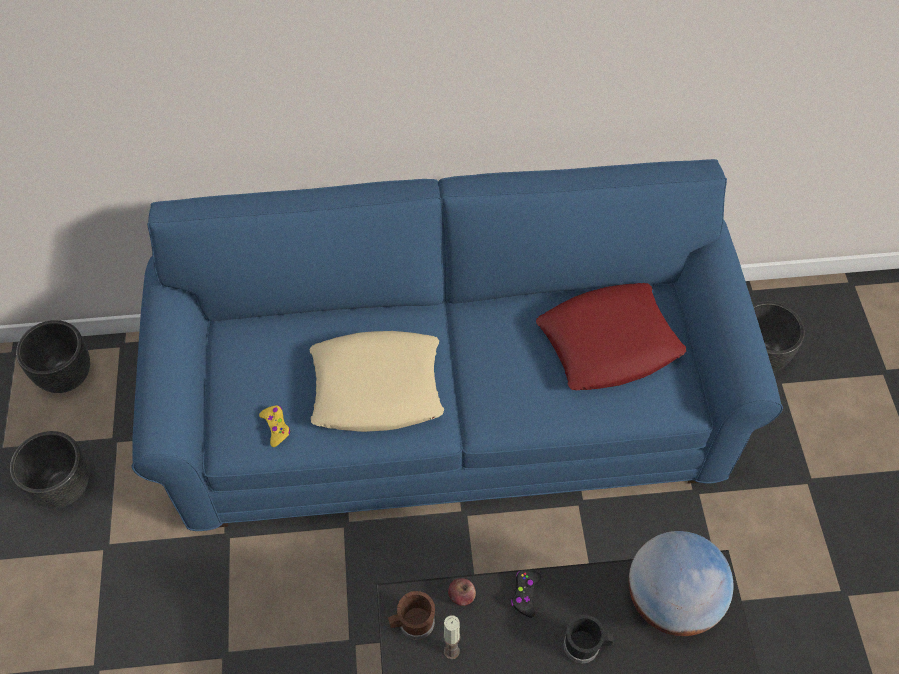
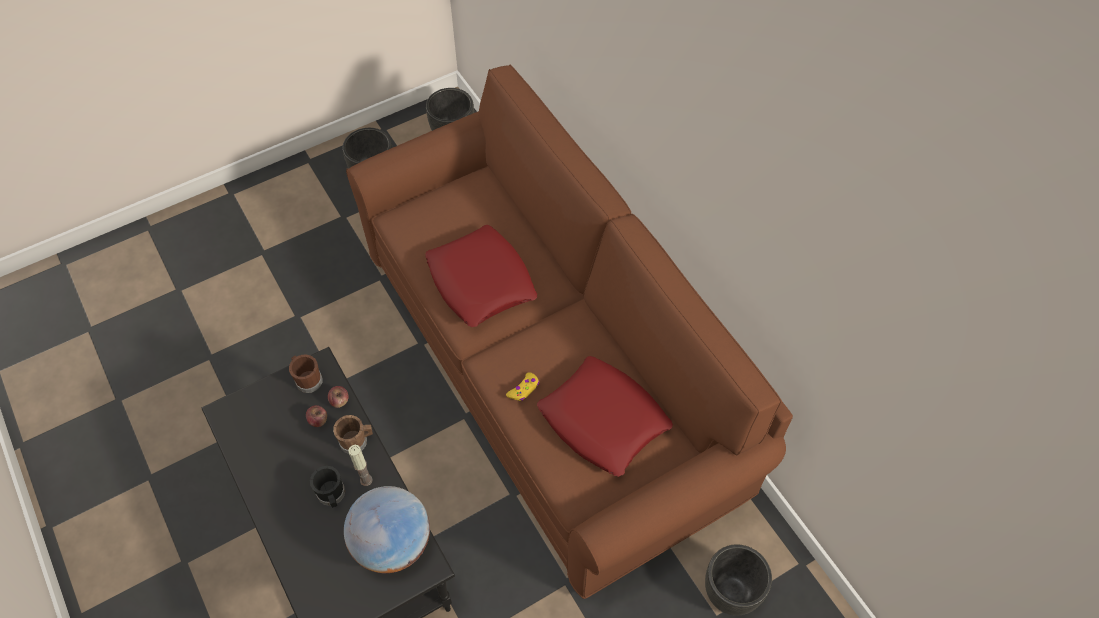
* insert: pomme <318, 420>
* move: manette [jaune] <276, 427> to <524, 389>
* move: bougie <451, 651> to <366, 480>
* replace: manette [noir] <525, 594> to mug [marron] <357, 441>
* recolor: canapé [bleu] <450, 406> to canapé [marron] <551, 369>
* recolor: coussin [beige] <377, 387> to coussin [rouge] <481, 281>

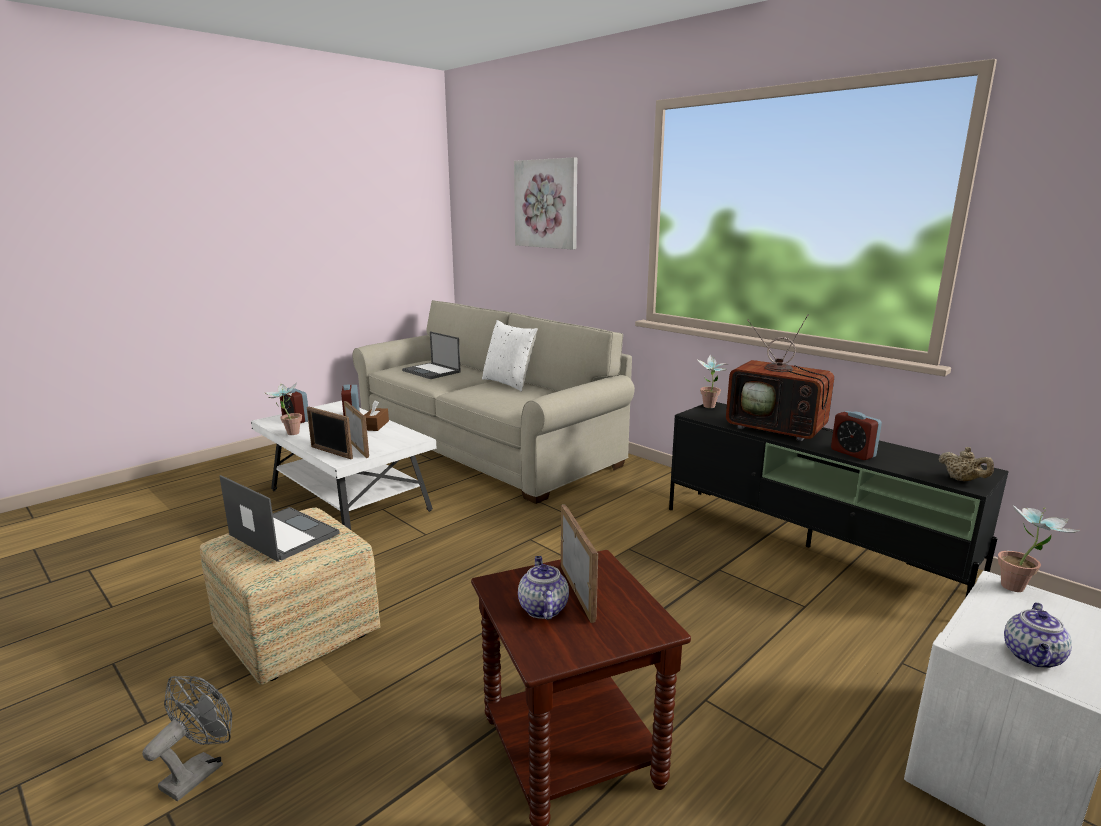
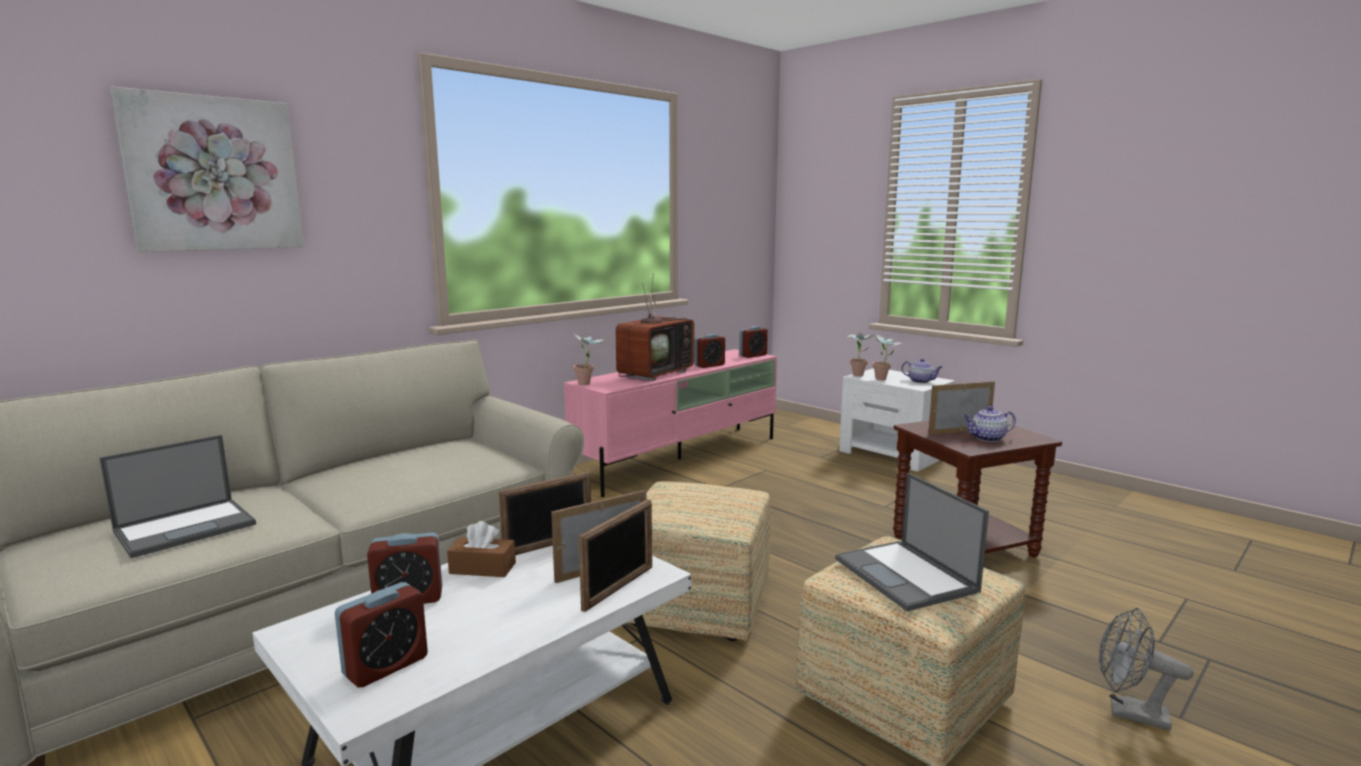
* delete: coussin [blanc] <509, 383>
* insert: cadre photo <549, 545>
* insert: pouf <697, 605>
* move: plante en pot <288, 434> to <883, 380>
* replace: théière [beige] <962, 480> to réveil <753, 355>
* recolor: meuble télé [noir] <809, 547> to meuble télé [rose] <681, 458>
* rotate: ordinateur portable <283, 534> = <906, 576> 60 degrees counterclockwise

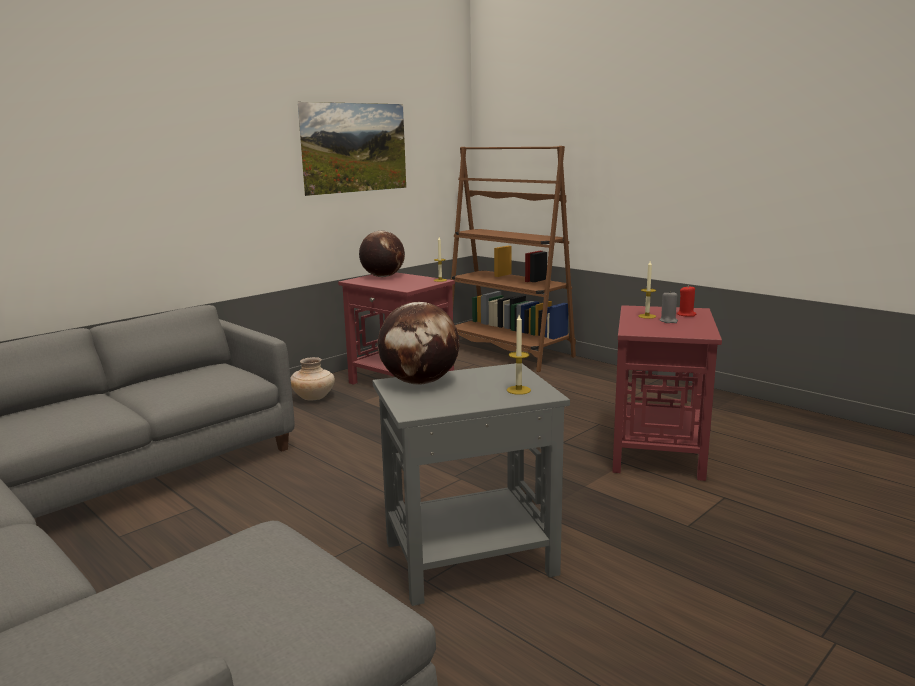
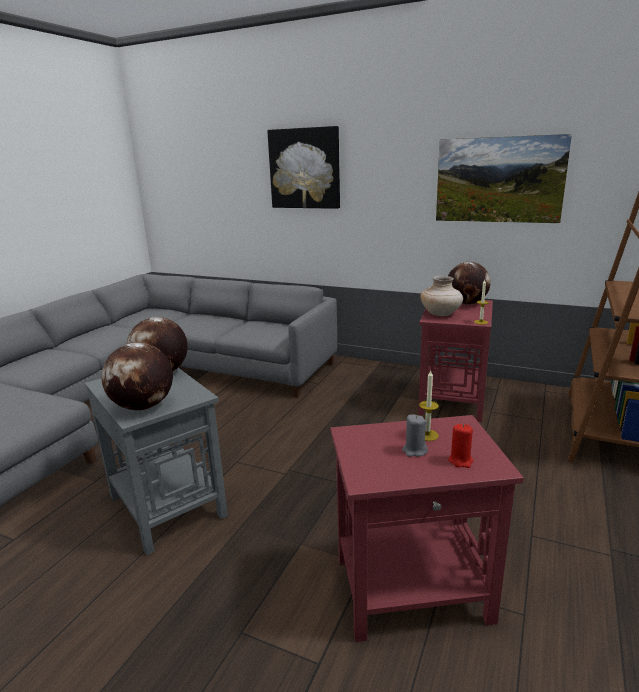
* insert: tableau <305, 168>
* move: vase [beige] <314, 398> to <441, 314>
* replace: bougie <518, 390> to globe <143, 406>

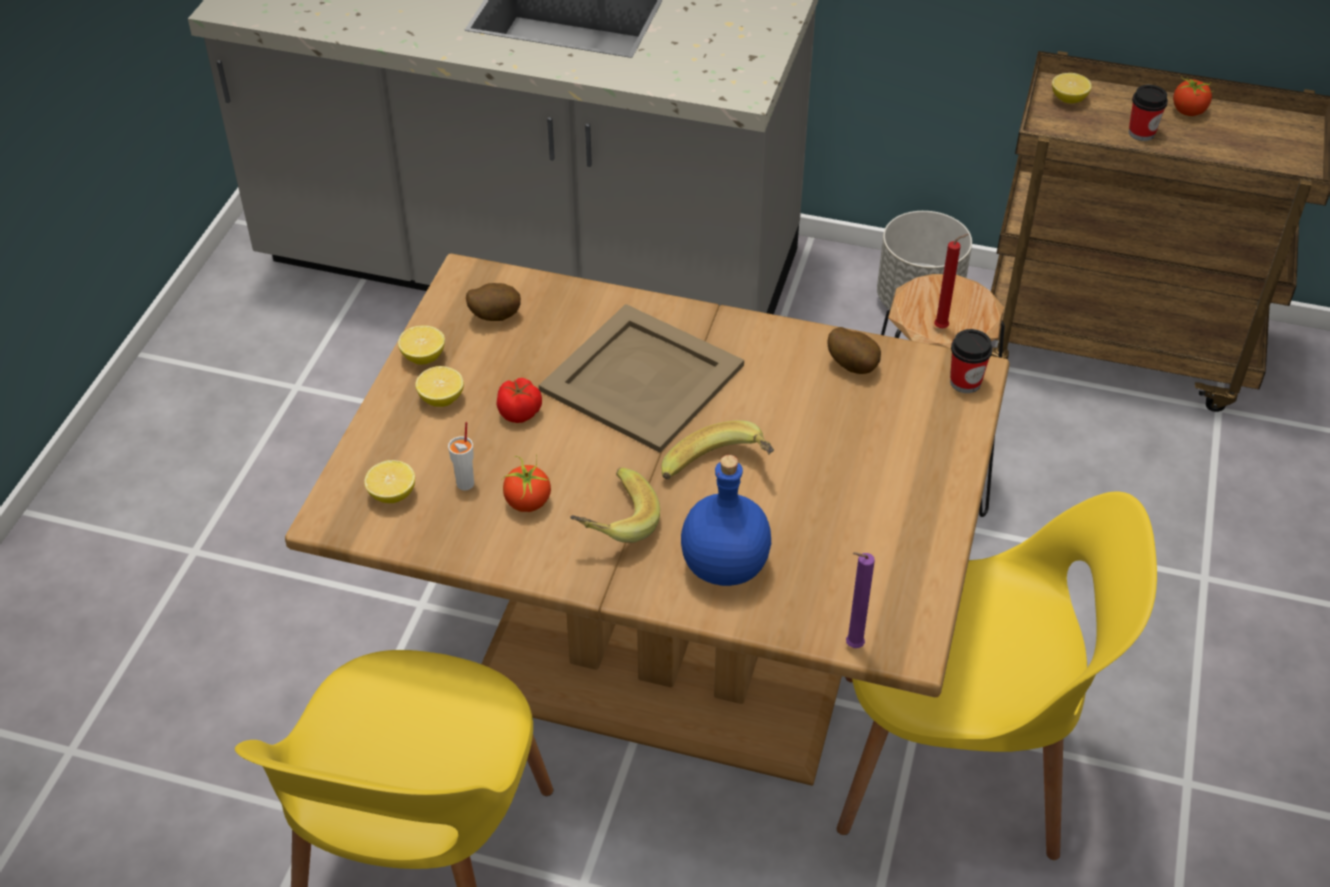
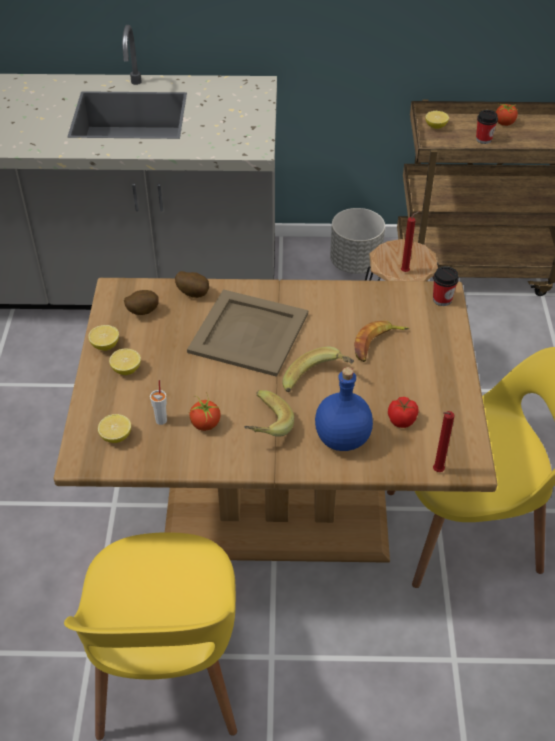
* insert: banane <377, 344>
* move: tomate <520, 413> to <402, 420>
* move: pomme de terre <853, 365> to <194, 293>
* recolor: bougie [violet] <851, 646> to bougie [rouge] <436, 471>

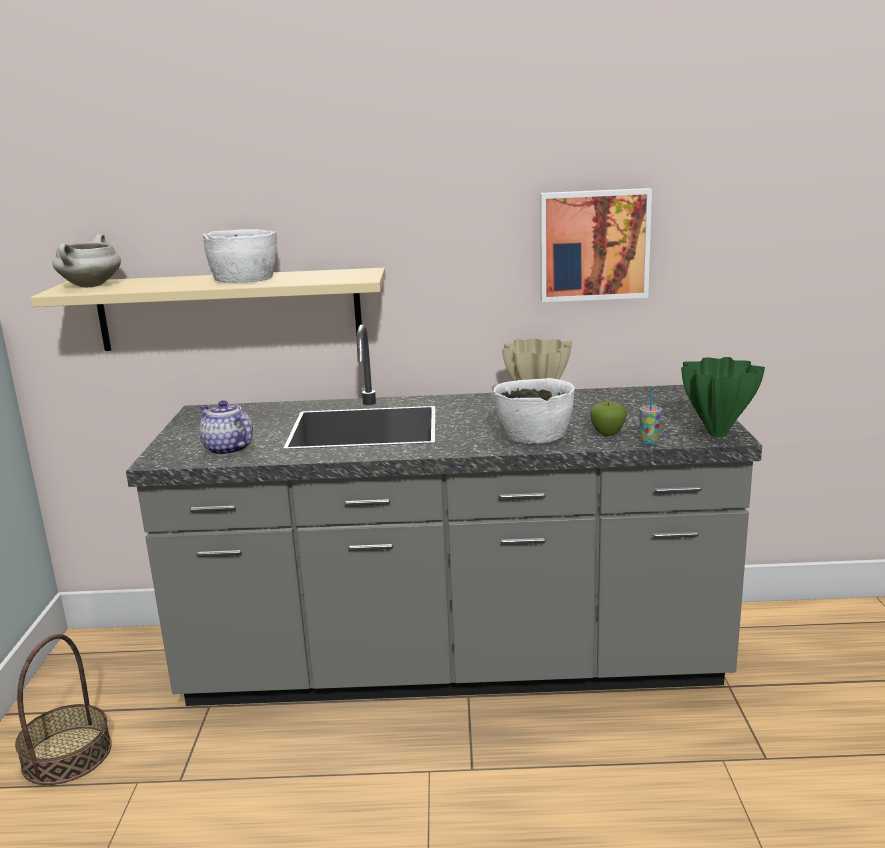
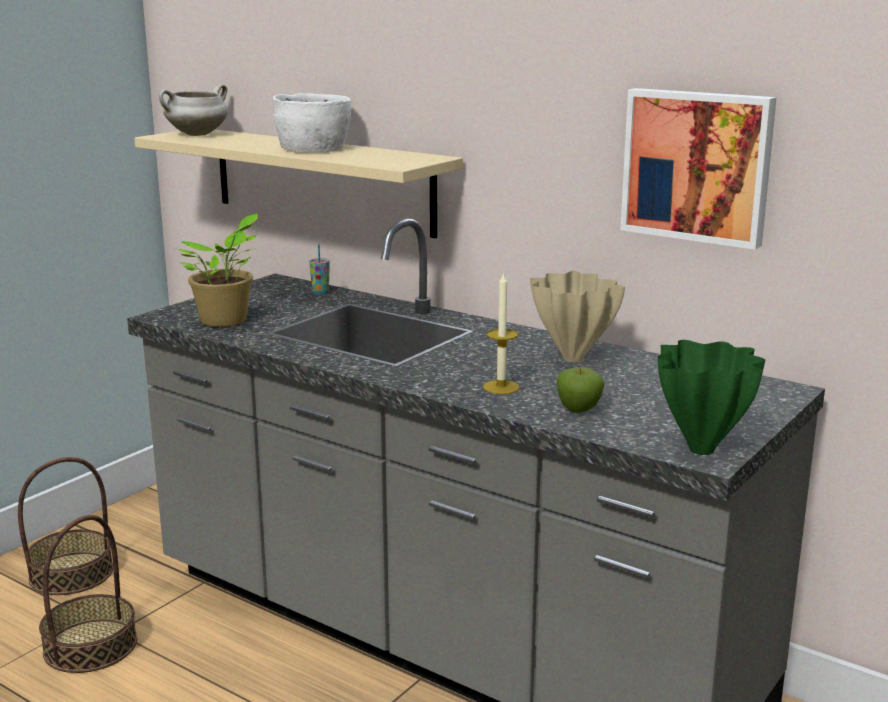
* insert: panier <90, 645>
* move: tasse <649, 442> to <320, 292>
* replace: théière <227, 449> to plante en pot <226, 321>
* replace: bol [blanc] <533, 434> to bougie <501, 387>

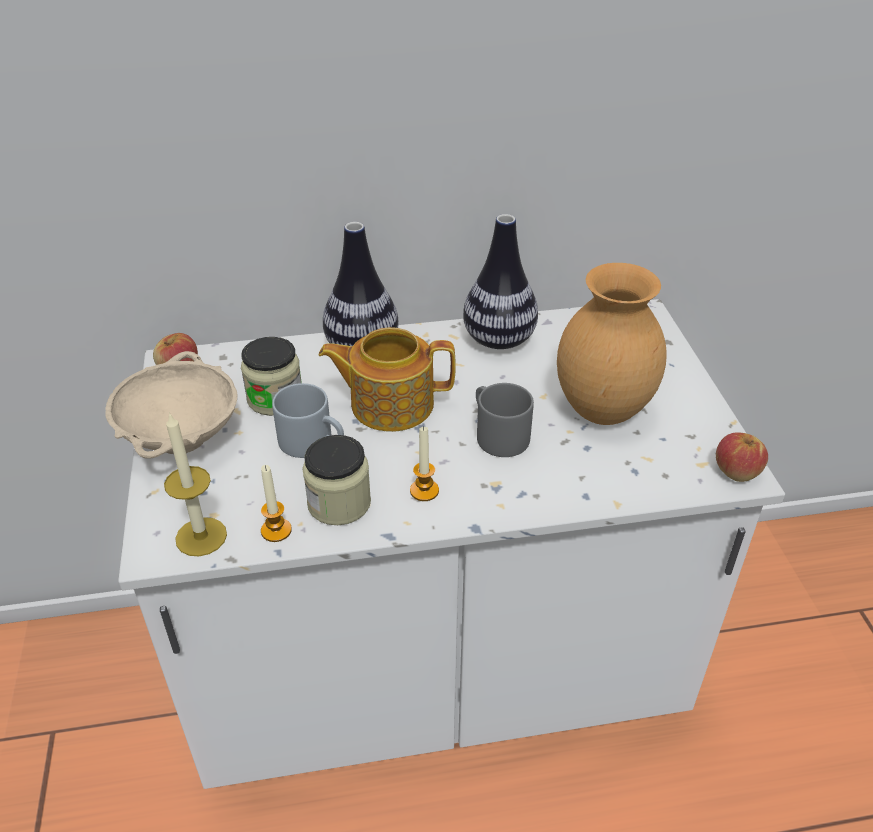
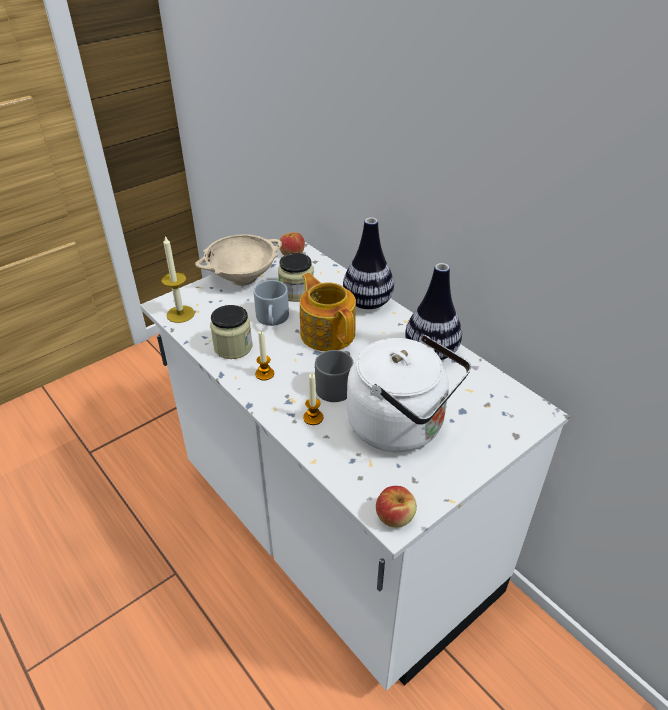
* move: bougie <276, 530> to <313, 418>
* replace: vase [marron] <604, 411> to bouilloire [blanc] <401, 426>

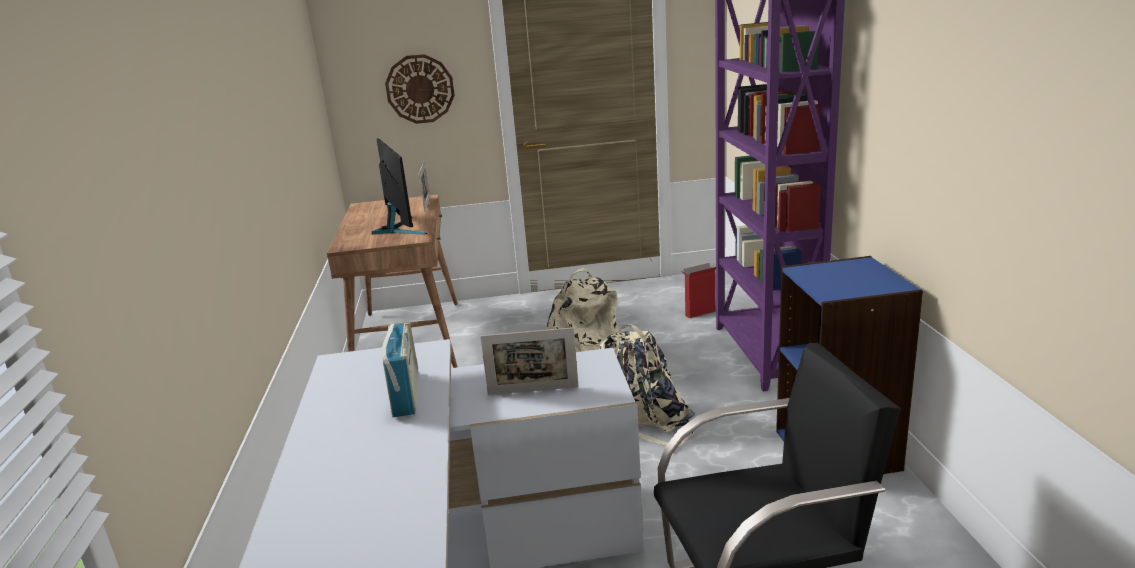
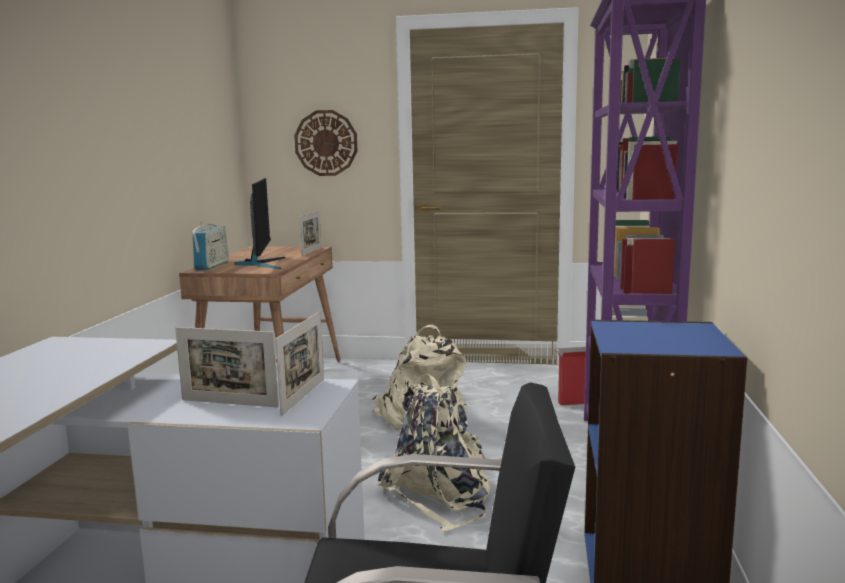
* insert: cadre photo <303, 396>
* move: radio <406, 395> to <212, 265>

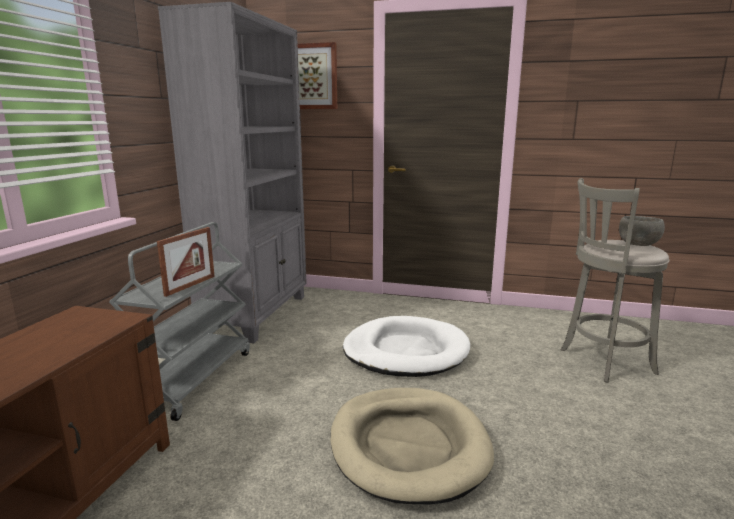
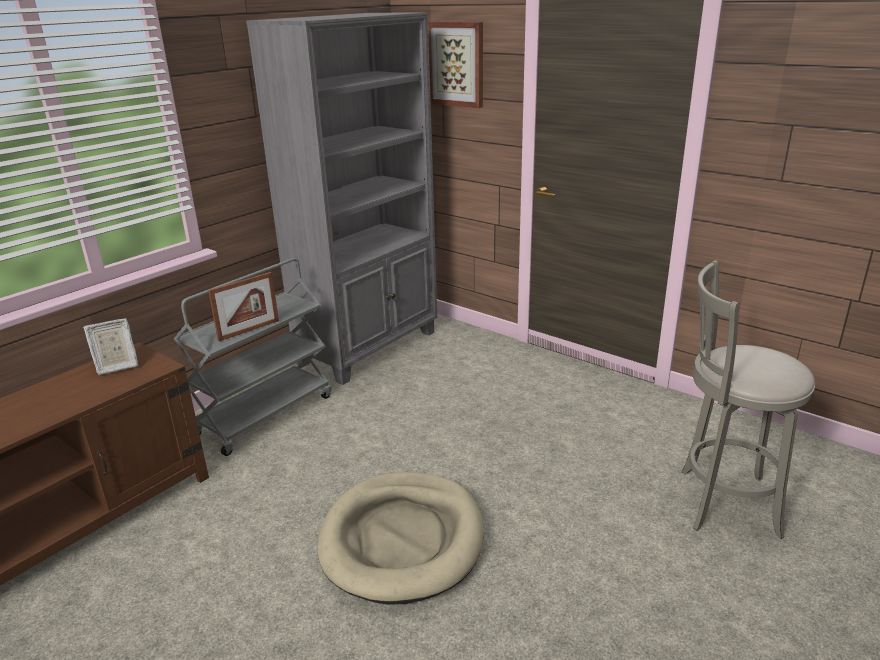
* delete: panier pour chien [blanc] <405, 351>
* delete: bol [gris] <639, 245>
* insert: cadre photo <116, 367>

